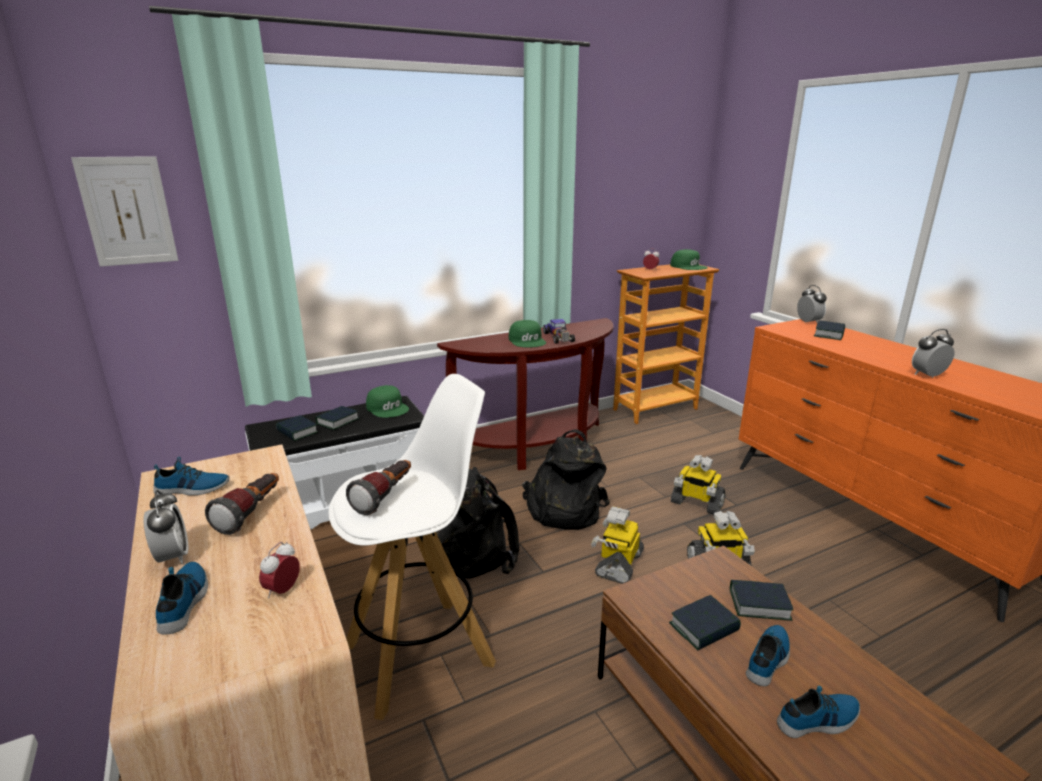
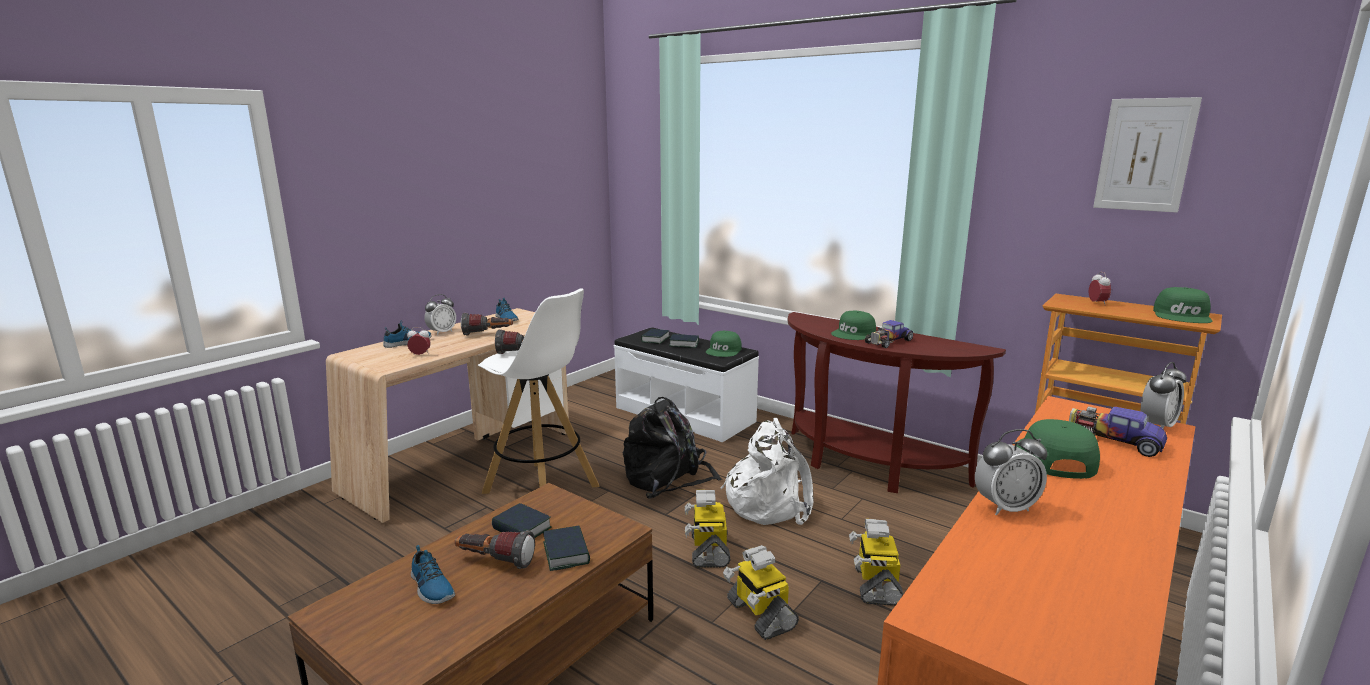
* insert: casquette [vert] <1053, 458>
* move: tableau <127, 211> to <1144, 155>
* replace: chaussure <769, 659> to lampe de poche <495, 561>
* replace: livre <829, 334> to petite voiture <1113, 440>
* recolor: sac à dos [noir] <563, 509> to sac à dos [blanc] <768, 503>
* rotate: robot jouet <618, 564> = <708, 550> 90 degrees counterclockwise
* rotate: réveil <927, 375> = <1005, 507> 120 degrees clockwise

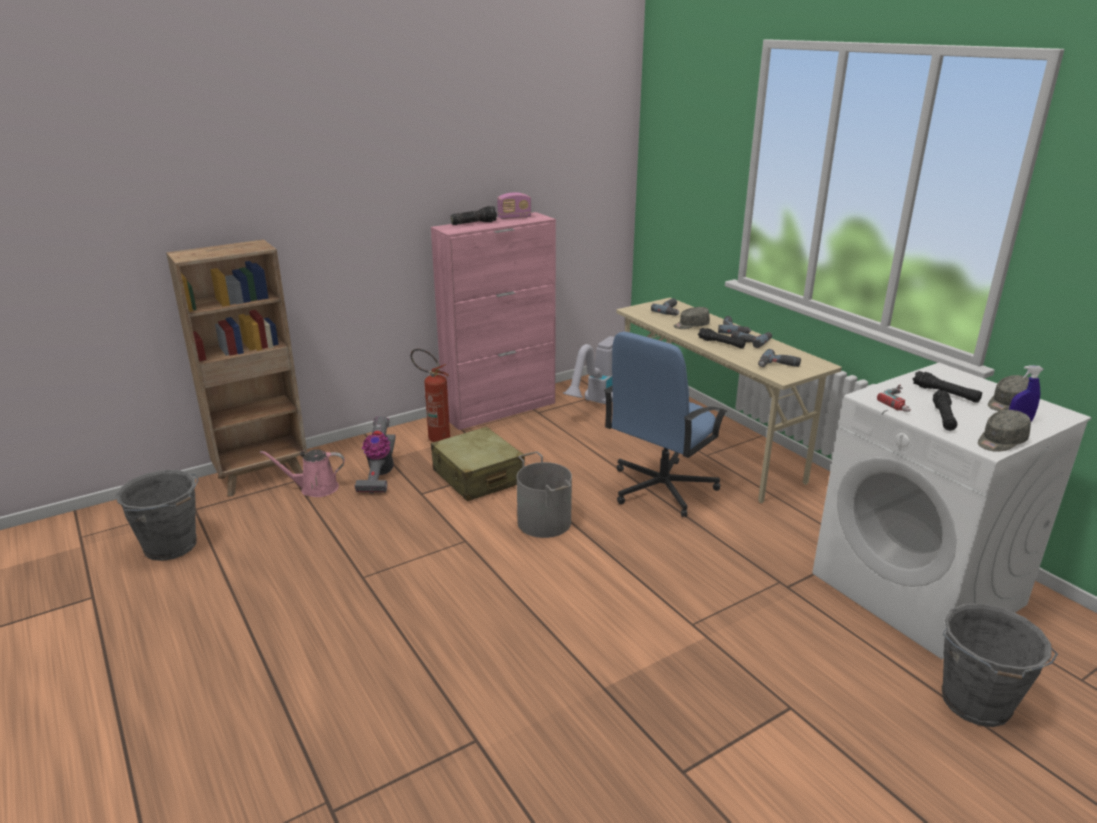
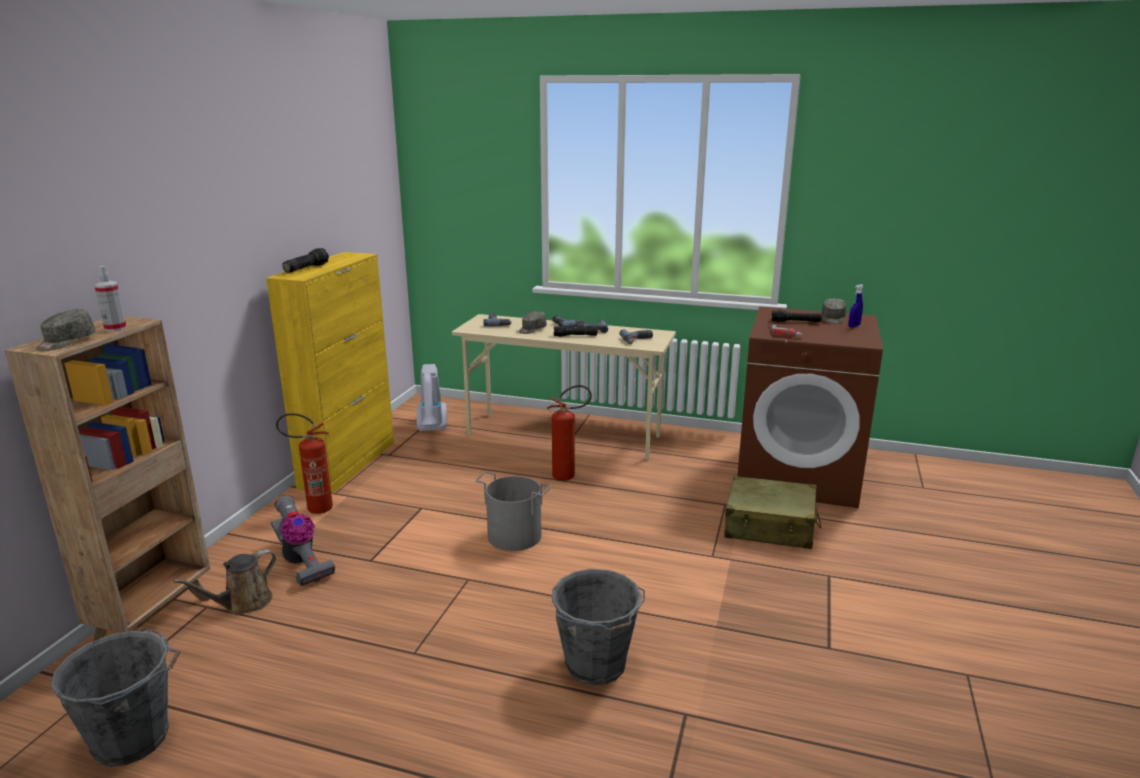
* delete: radio <514, 218>
* delete: lampe de poche [noir] <943, 417>
* insert: vaporisateur <115, 328>
* move: valise [beige] <478, 477> to <770, 526>
* move: seau [gris] <976, 704> to <596, 666>
* move: casquette [gris] <1000, 441> to <66, 342>
* replace: chaise de bureau [bleu] <661, 488> to extincteur <569, 476>
* recolor: arrosoir [rose] <315, 488> to arrosoir [marron] <243, 603>
* recolor: meuble de rangement [rose] <500, 409> to meuble de rangement [jaune] <349, 464>
* recolor: lave-linge [blanc] <918, 589> to lave-linge [marron] <799, 474>

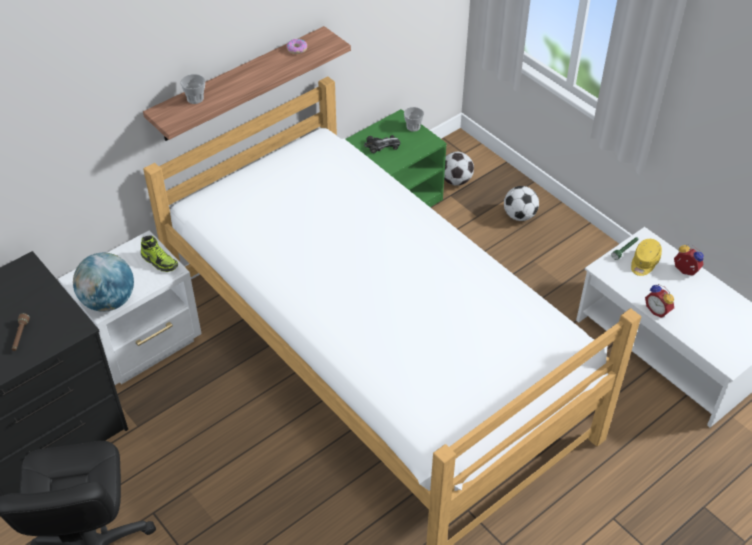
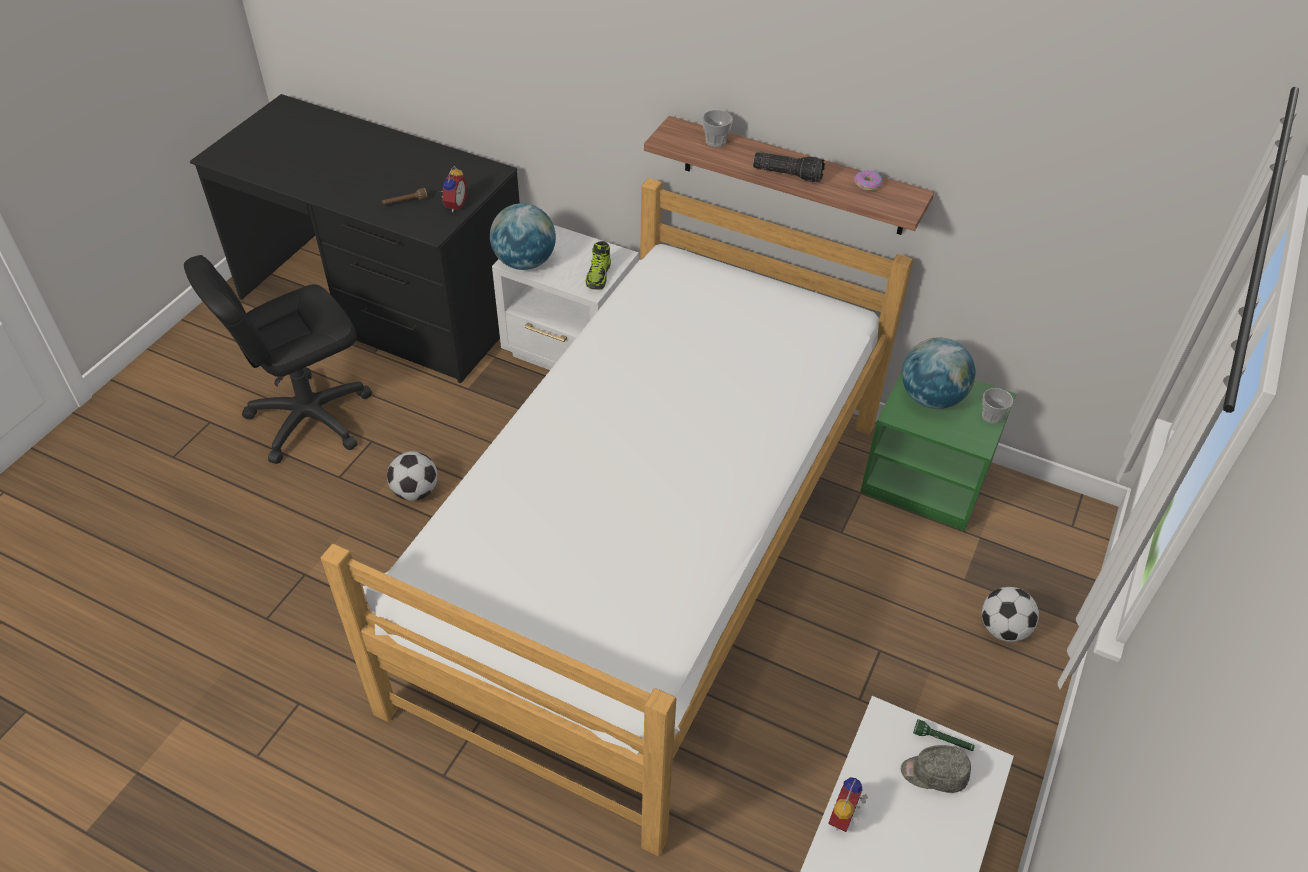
* insert: lampe de poche <788, 173>
* move: ballon de foot <456, 181> to <415, 492>
* move: réveil <684, 272> to <454, 205>
* replace: petite voiture <382, 145> to globe <931, 398>
* recolor: casquette [jaune] <644, 262> to casquette [gris] <933, 774>

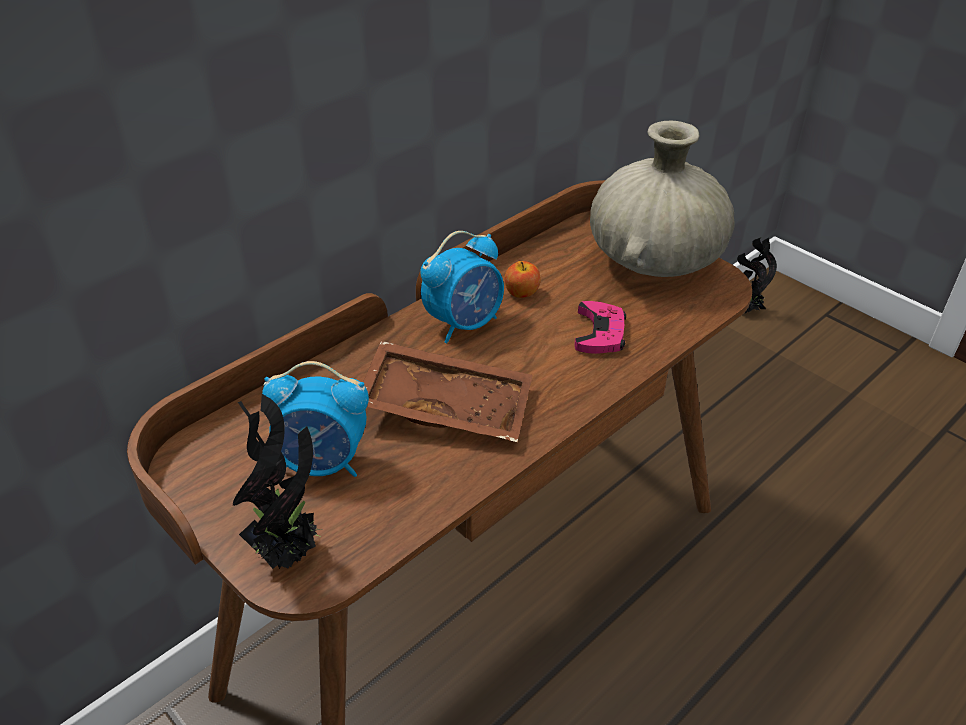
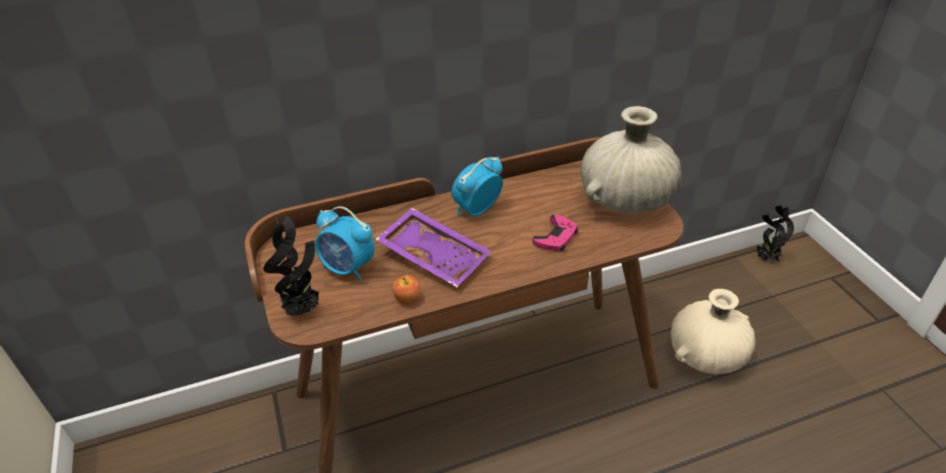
* insert: vase [beige] <706, 354>
* move: pomme <521, 293> to <407, 298>
* recolor: plateau [marron] <447, 405> to plateau [violet] <435, 255>
* rotate: réveil <464, 324> = <476, 210> 150 degrees clockwise

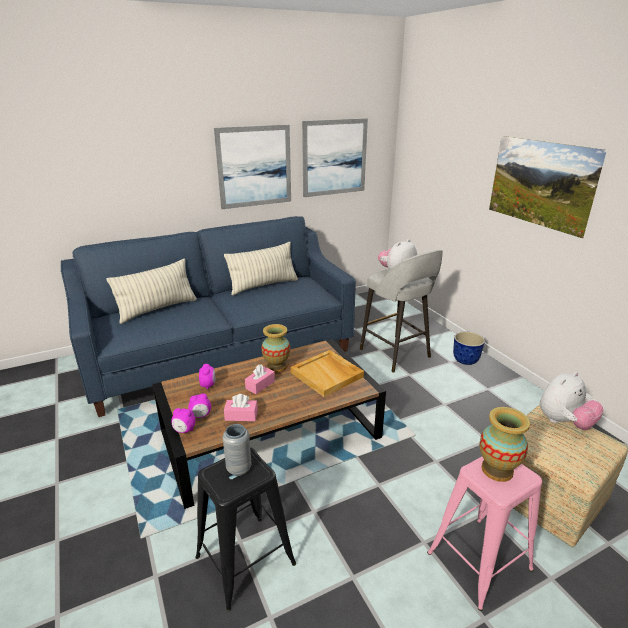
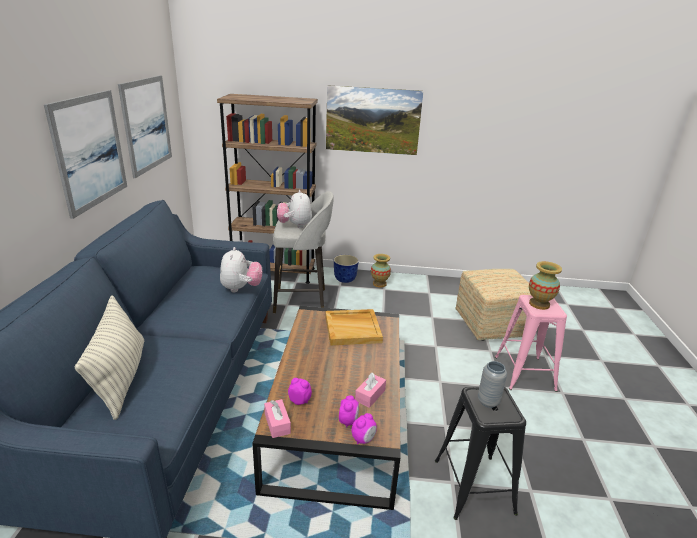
* delete: coussin <263, 285>
* insert: bibliothèque [marron] <274, 272>
* move: boîte à mouchoirs [rose] <260, 385> to <277, 423>
* move: vase <276, 367> to <379, 284>
* move: peluche <564, 422> to <241, 288>

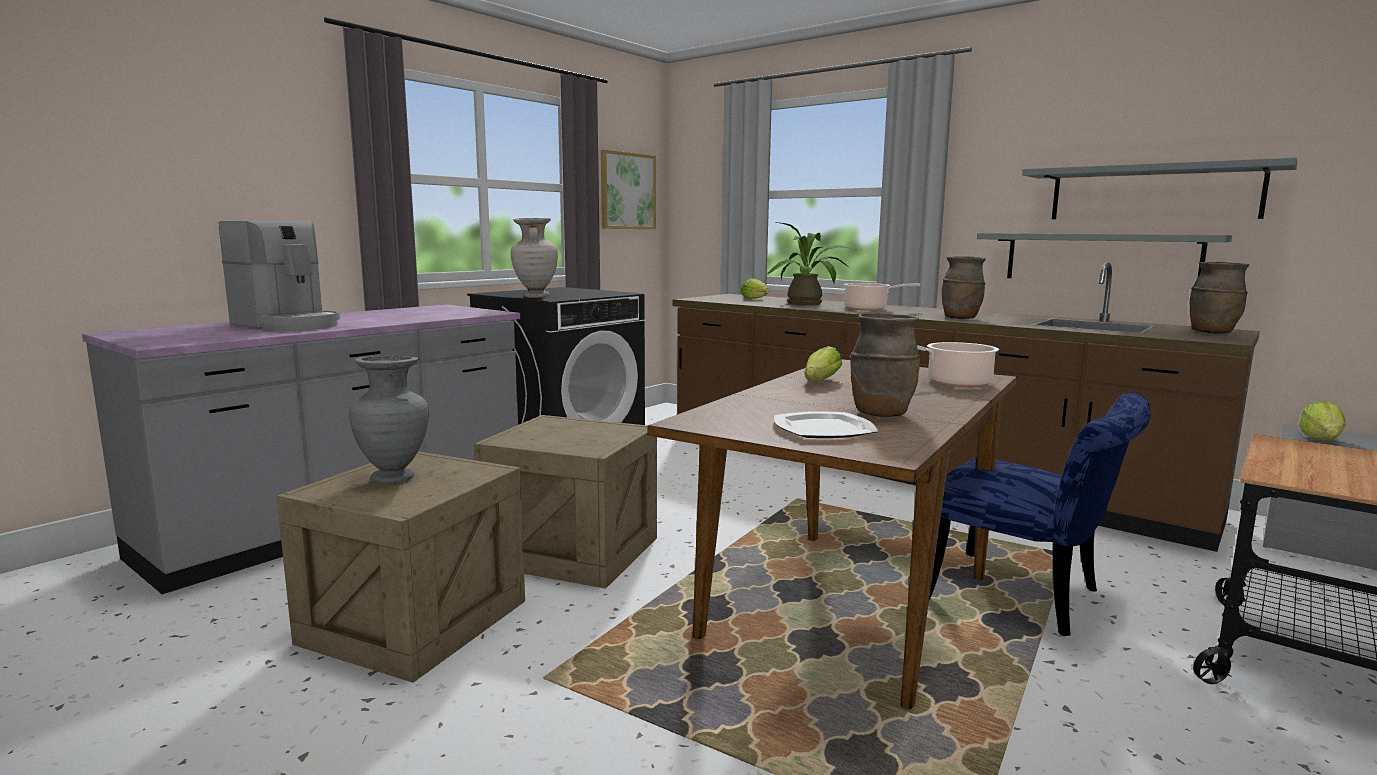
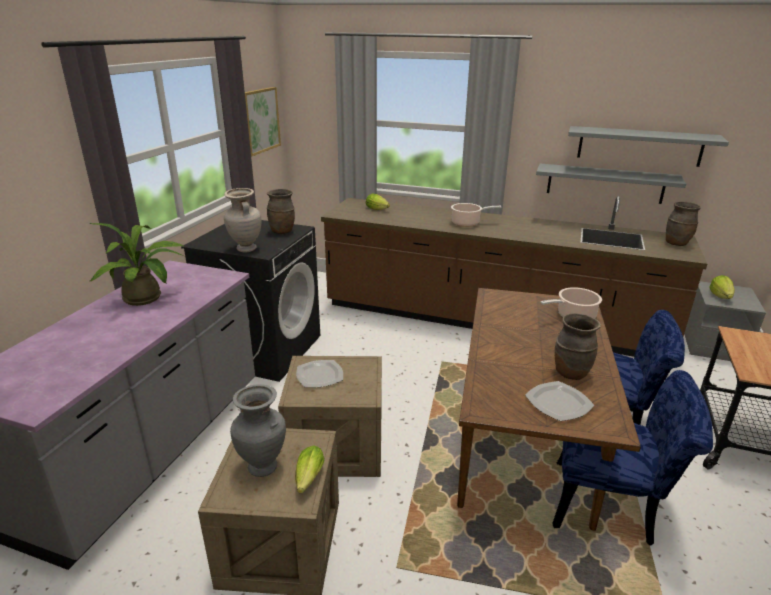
* delete: machine à café <288, 324>
* insert: assiette <320, 375>
* insert: chaise [bleu] <612, 506>
* move: plante en pot <809, 304> to <147, 299>
* move: laitue <819, 382> to <308, 480>
* move: vase [marron] <961, 318> to <282, 231>

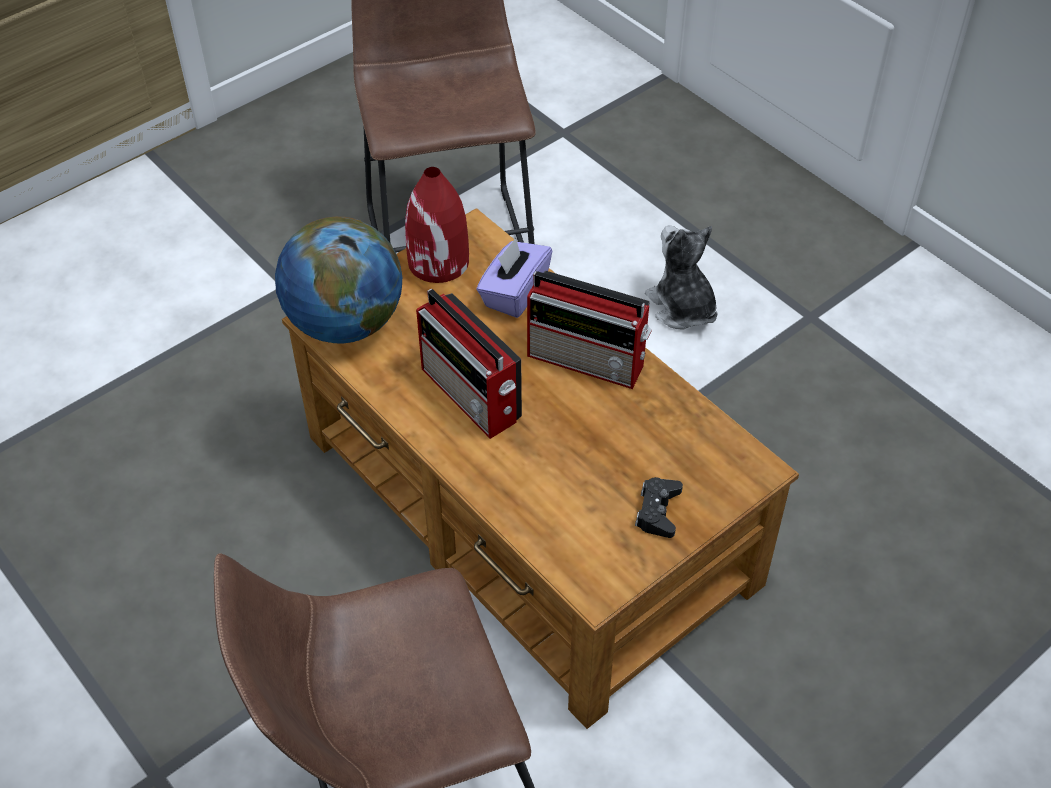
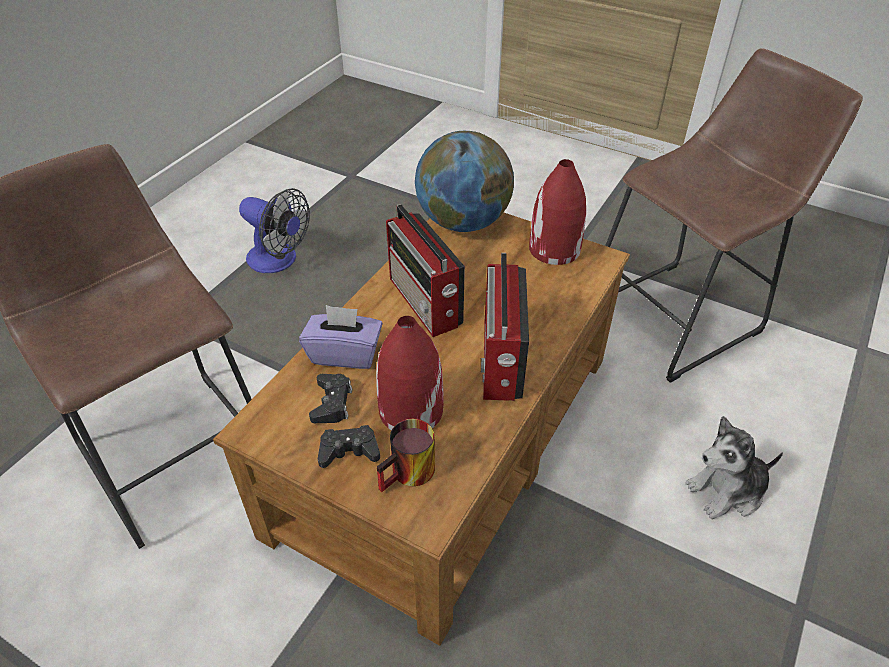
* insert: ventilateur <279, 260>
* insert: manette [noir] <332, 403>
* insert: vase [rouge] <410, 410>
* insert: mug <410, 475>
* move: boîte à mouchoirs [violet] <514, 293> to <345, 353>
* rotate: radio <472, 396> = <425, 303> 60 degrees counterclockwise
* rotate: peluche <682, 307> = <727, 491> 150 degrees counterclockwise

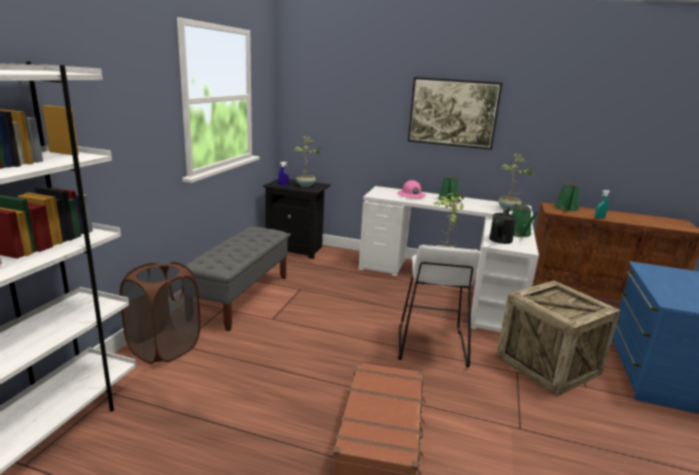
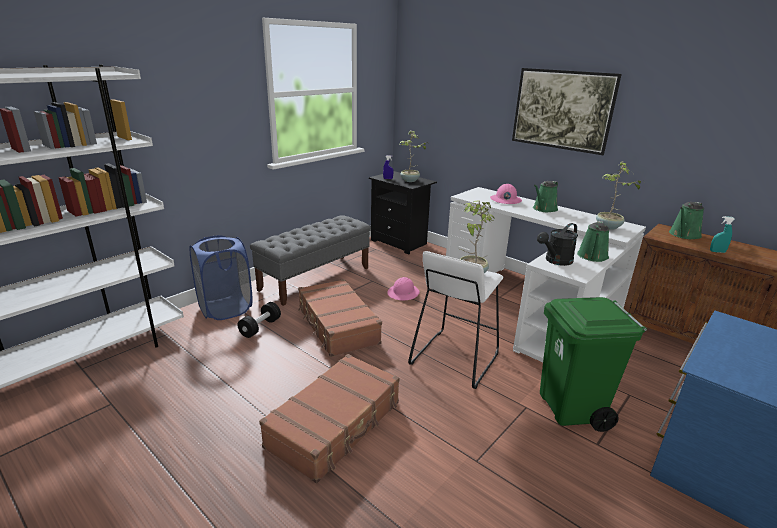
* insert: haltère [noir] <260, 327>
* insert: valise [marron] <337, 326>
* insert: casque de chantier [rose] <403, 293>
* replace: caisse <548, 365> to poubelle [vert] <571, 409>
* recolor: panier à linge [marron] <164, 348> to panier à linge [bleu] <225, 309>

